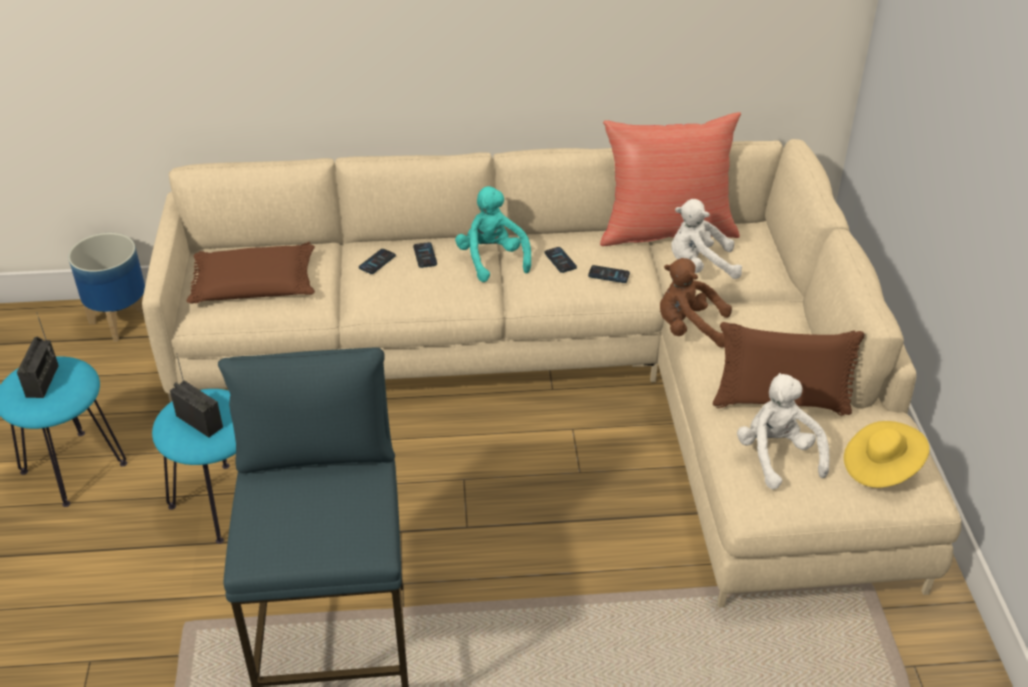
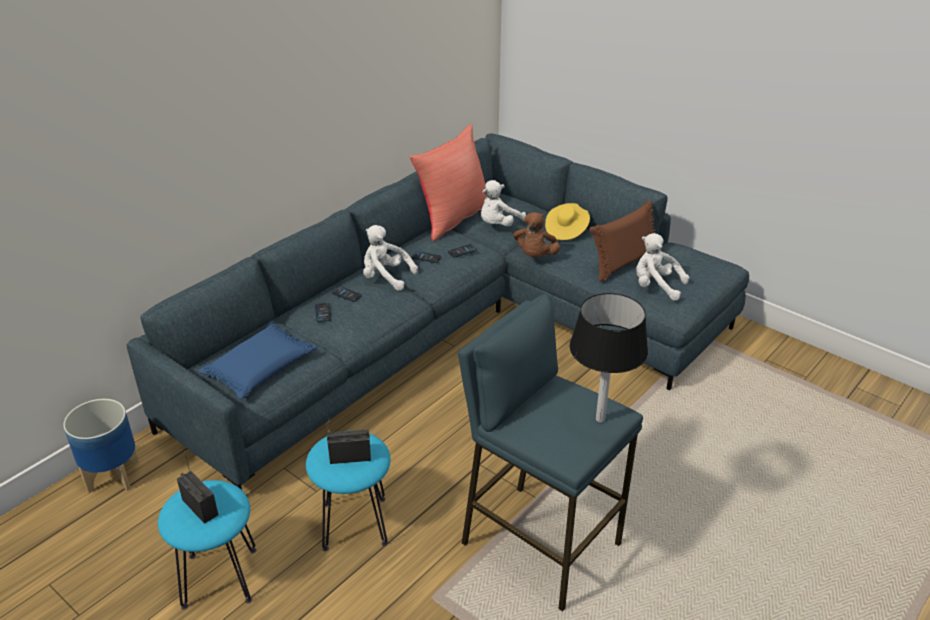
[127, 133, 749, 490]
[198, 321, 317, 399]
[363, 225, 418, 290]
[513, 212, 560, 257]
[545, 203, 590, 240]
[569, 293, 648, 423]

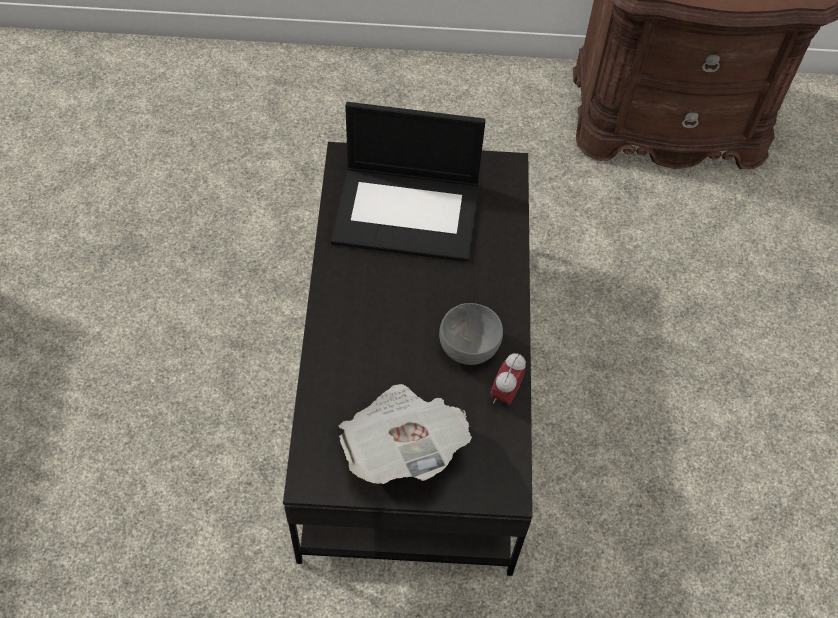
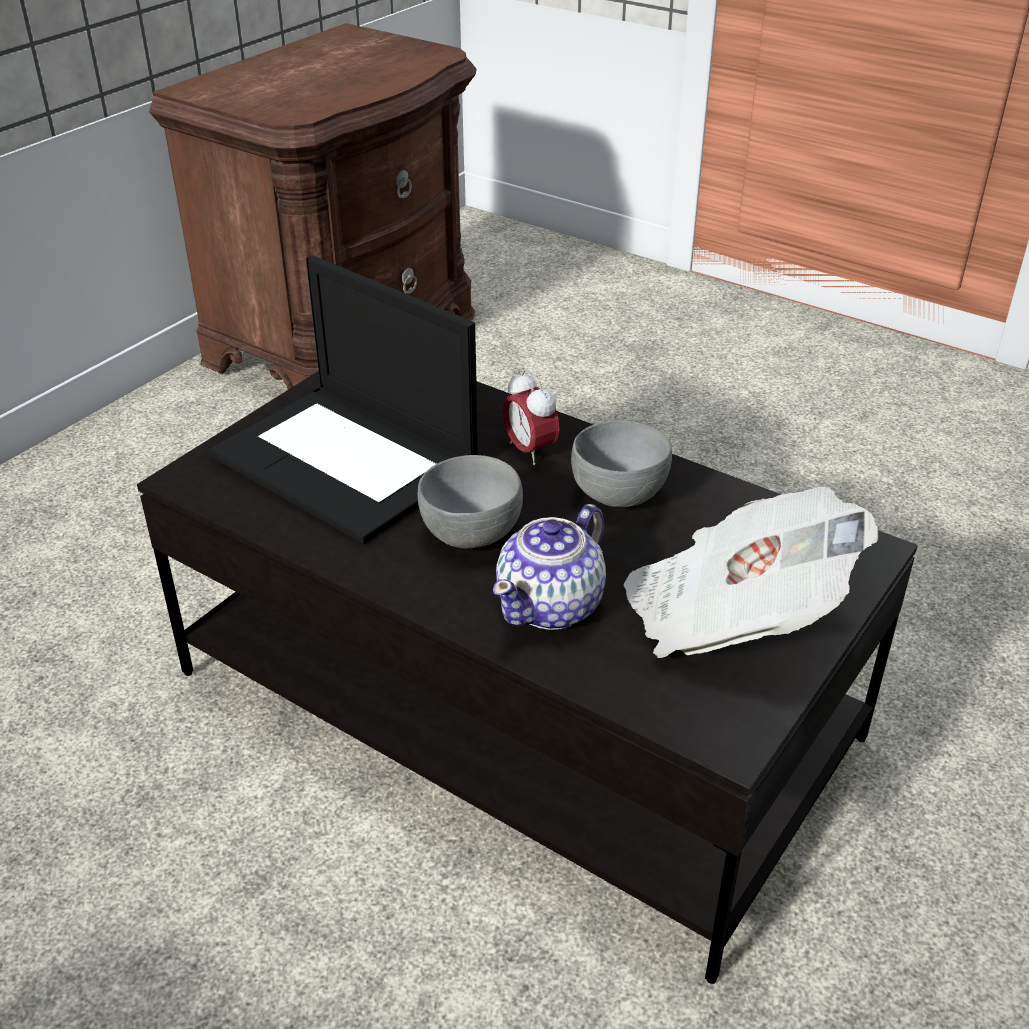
[208, 255, 478, 544]
[503, 369, 560, 465]
[418, 455, 523, 548]
[493, 504, 606, 630]

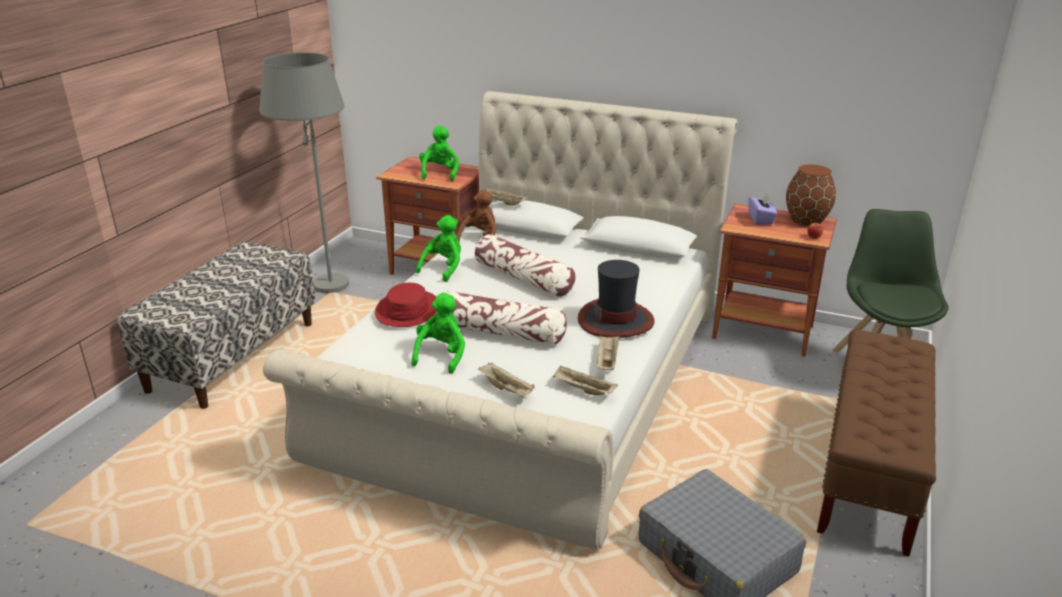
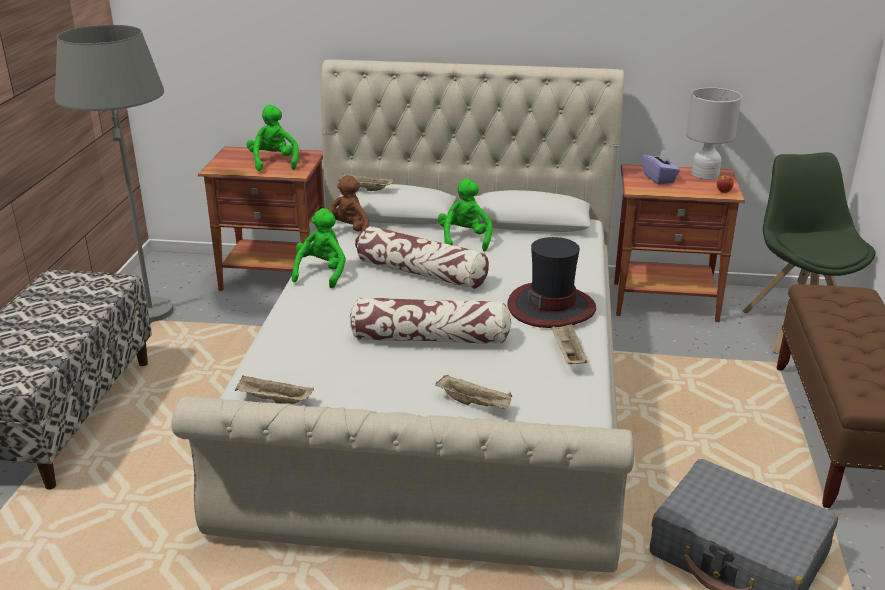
[375, 283, 436, 327] (first image)
[438, 179, 492, 251]
[235, 376, 314, 404]
[686, 87, 742, 179]

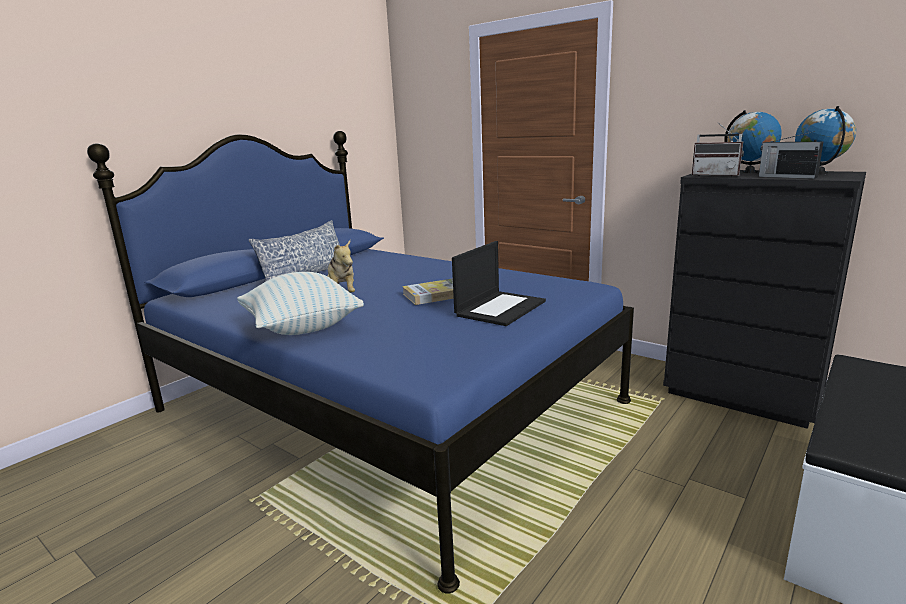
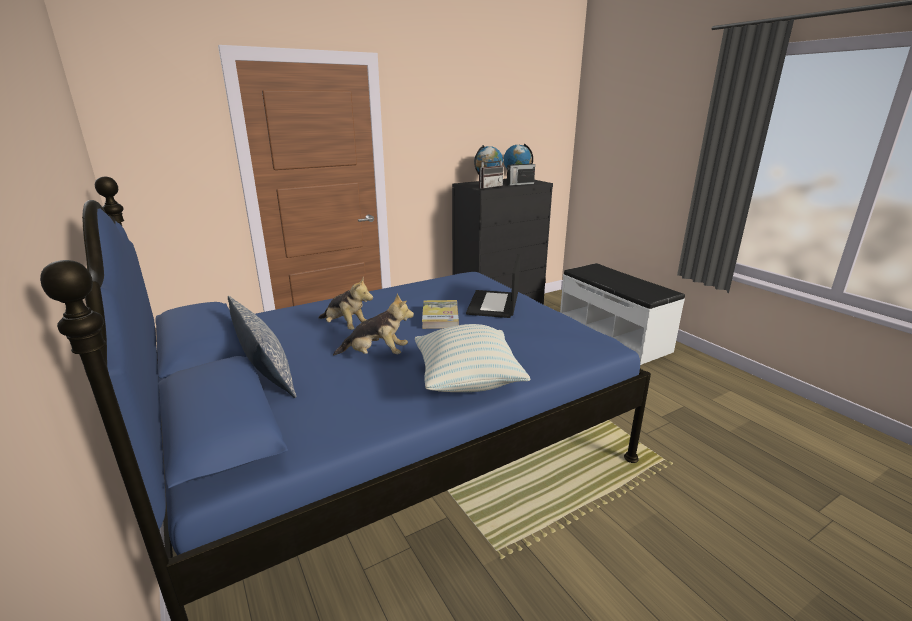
[466, 254, 520, 318]
[319, 277, 373, 330]

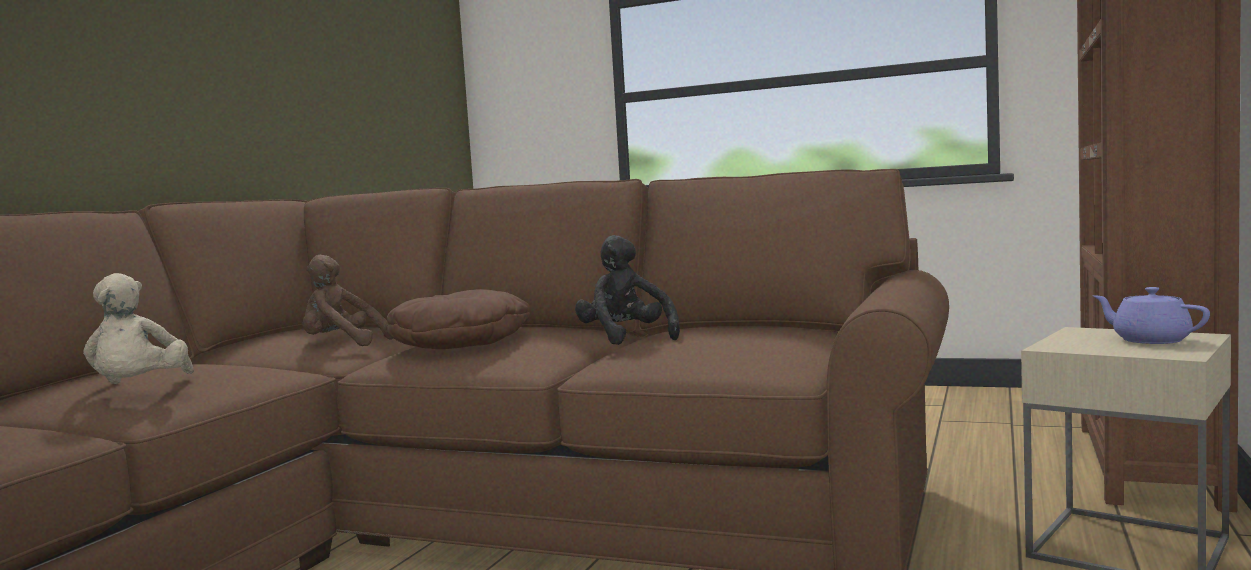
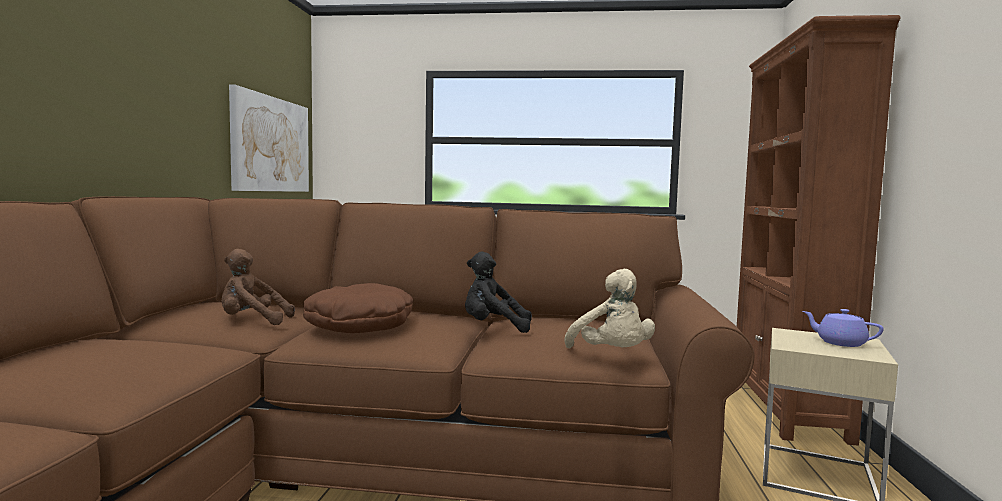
[564, 269, 655, 348]
[465, 252, 532, 333]
[229, 85, 309, 192]

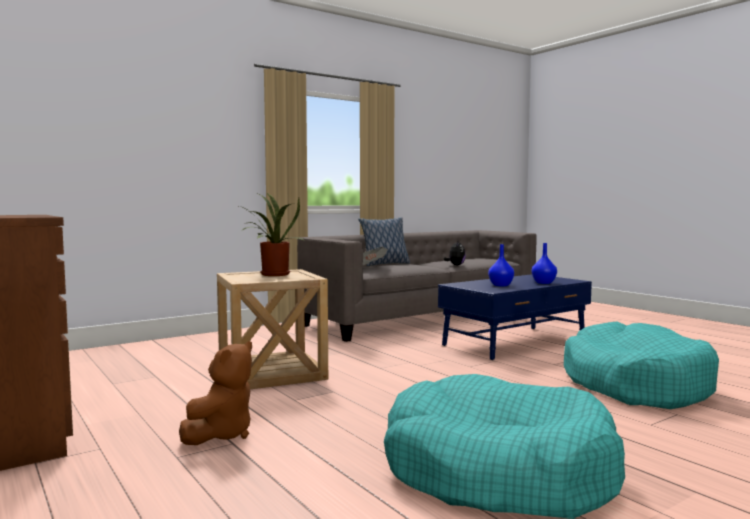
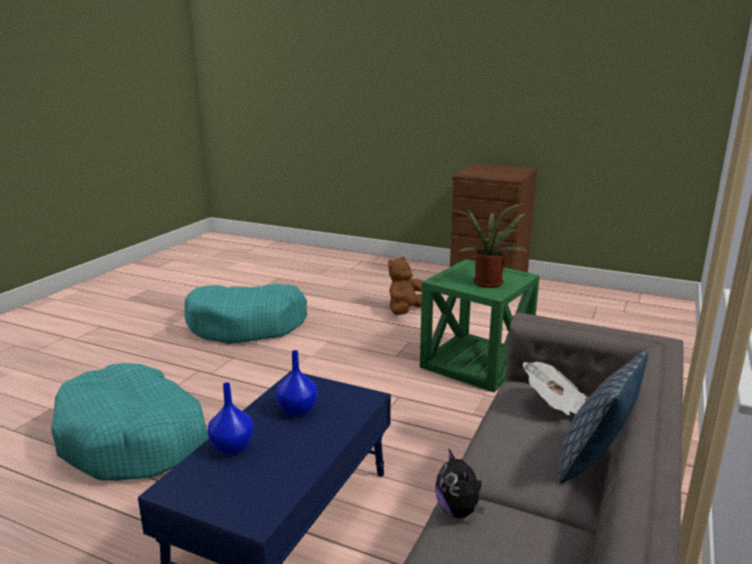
[388, 257, 422, 315]
[420, 259, 540, 392]

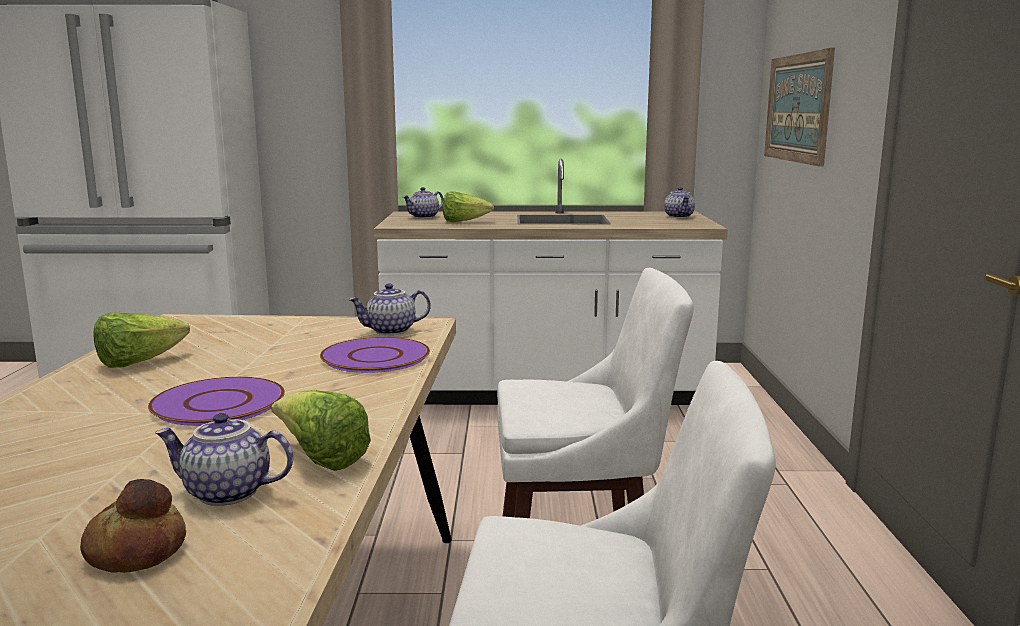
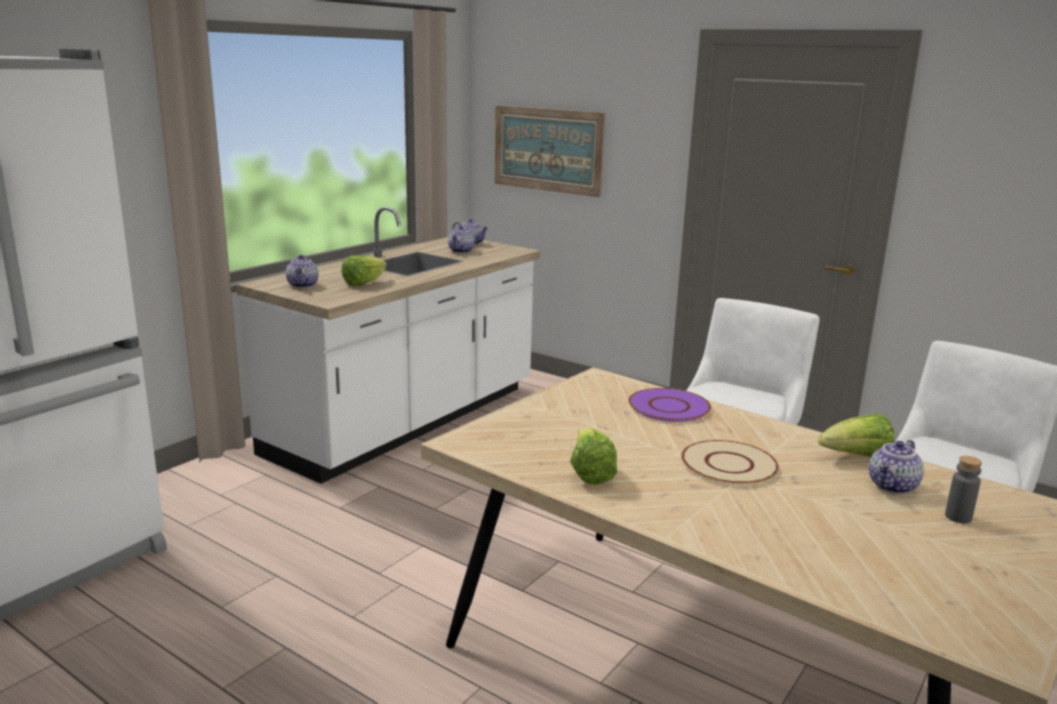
[945, 456, 982, 523]
[681, 440, 779, 485]
[448, 226, 475, 253]

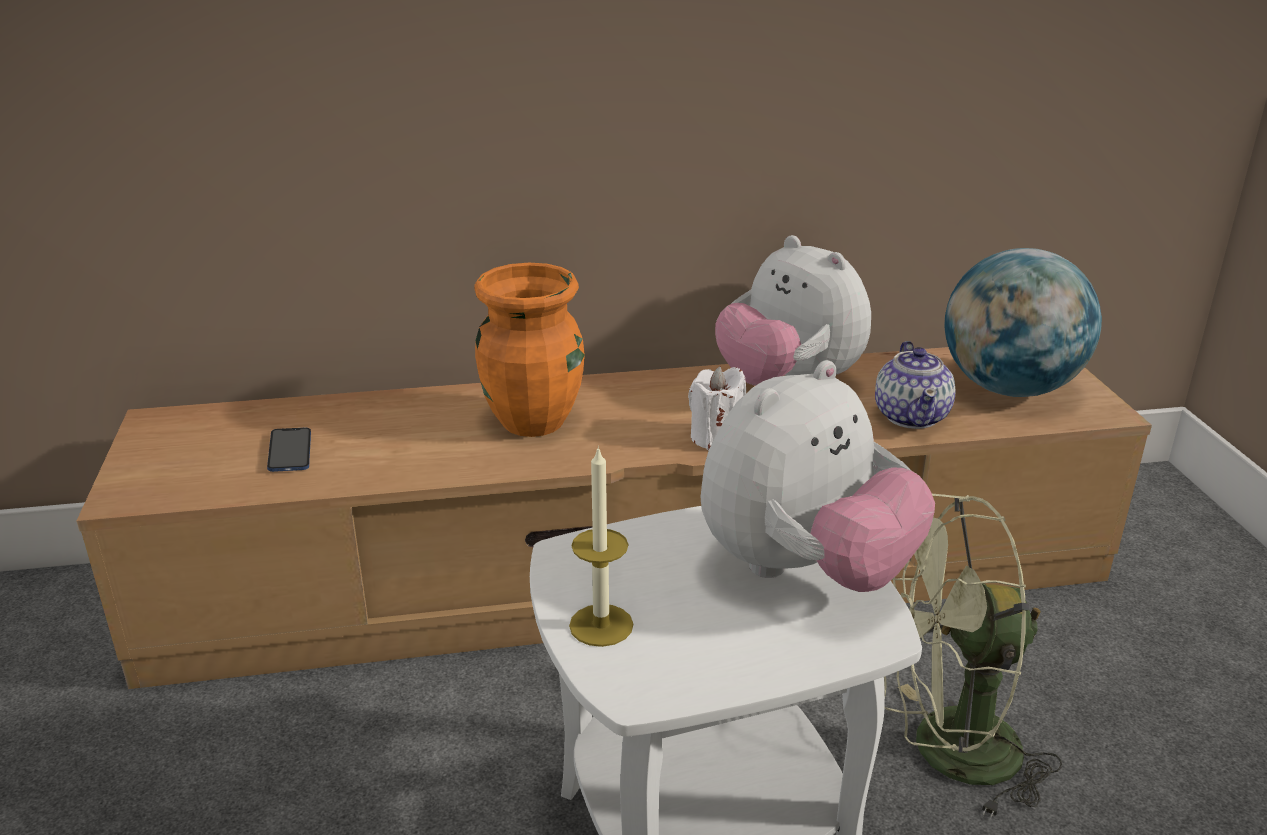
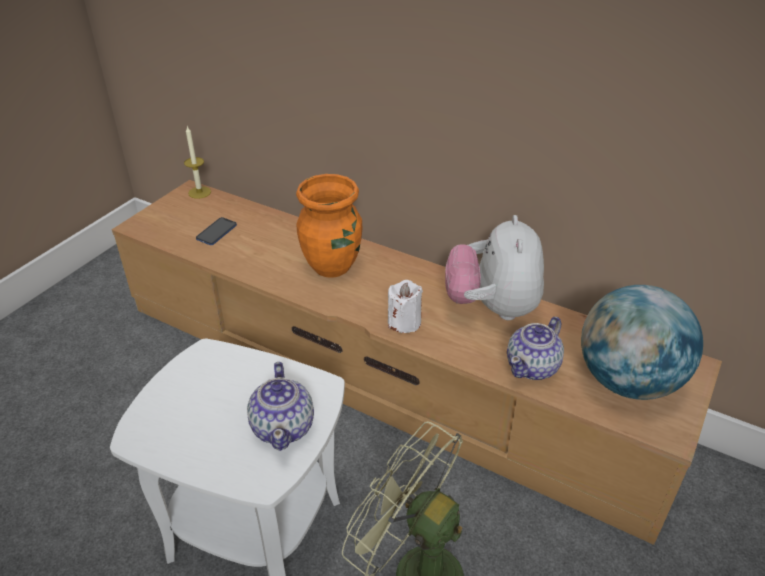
[184, 126, 211, 199]
[247, 362, 314, 451]

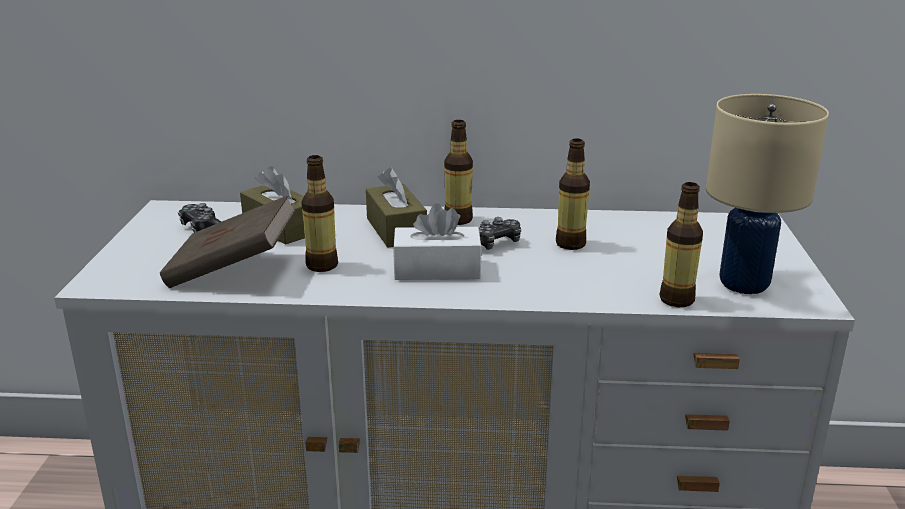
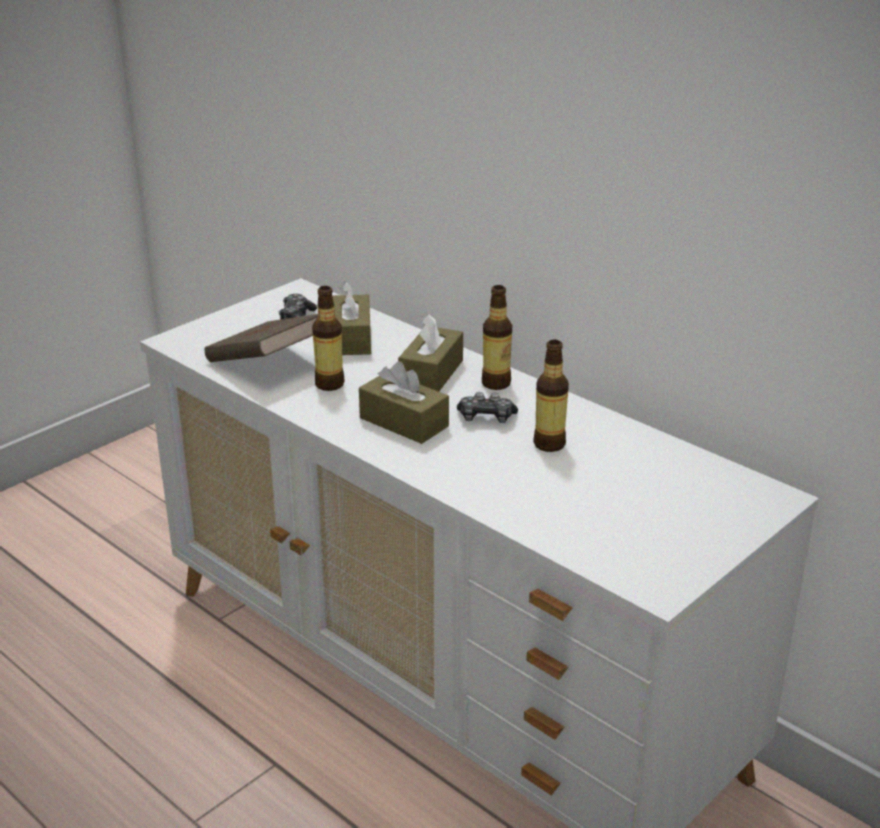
[359, 361, 449, 444]
[660, 182, 703, 307] (first image)
[706, 94, 829, 294] (first image)

